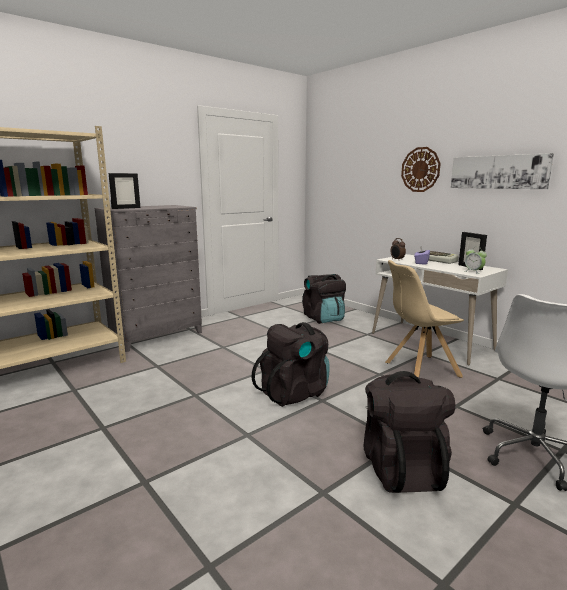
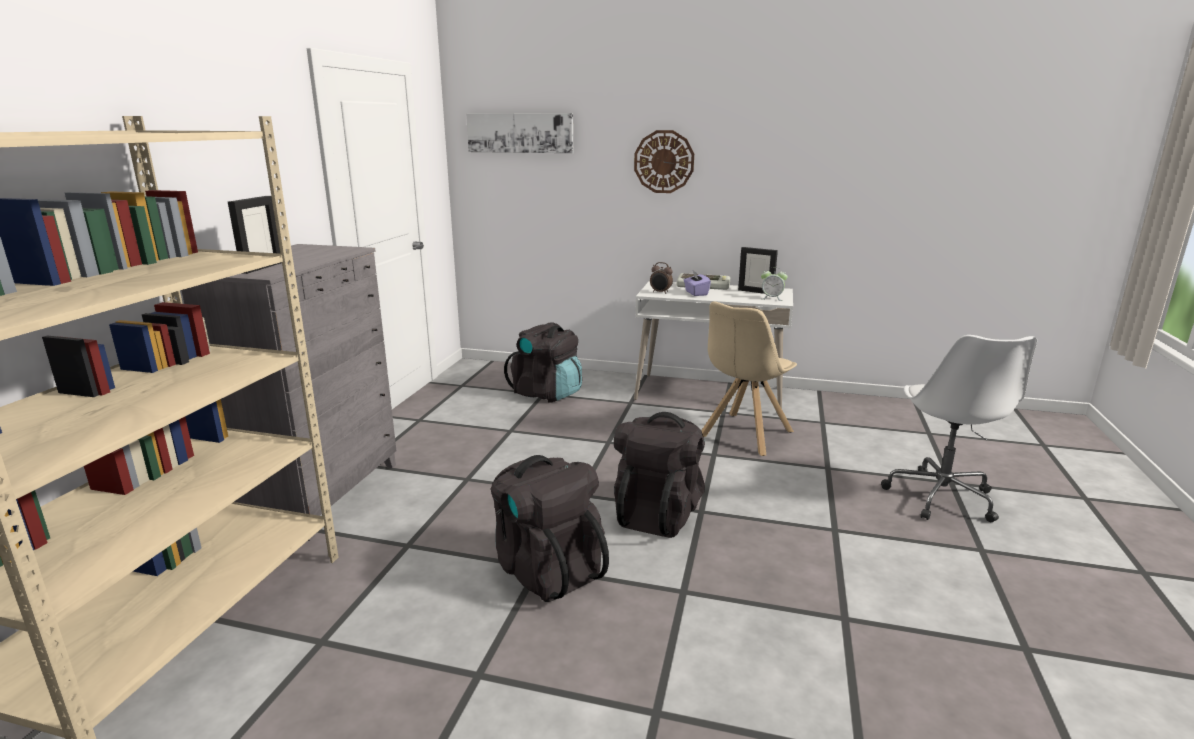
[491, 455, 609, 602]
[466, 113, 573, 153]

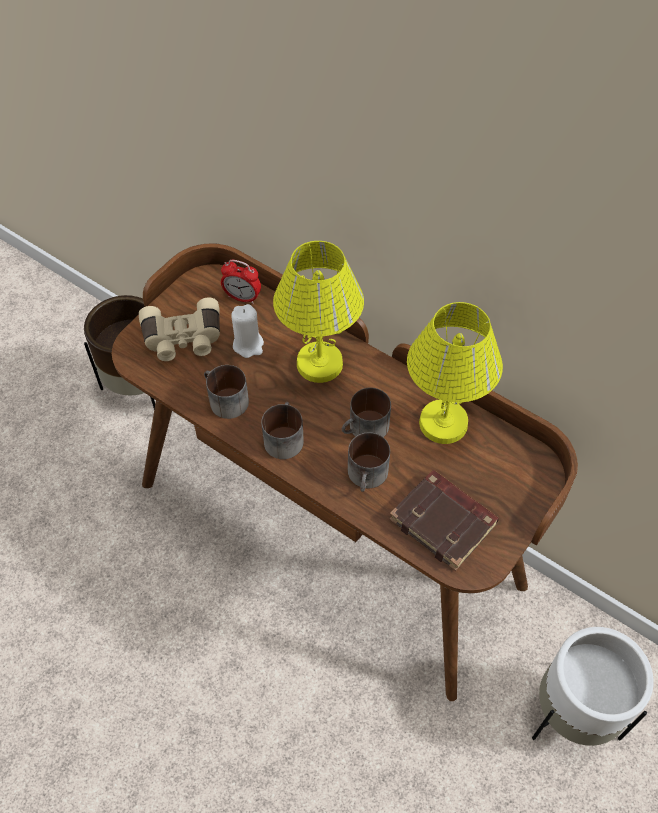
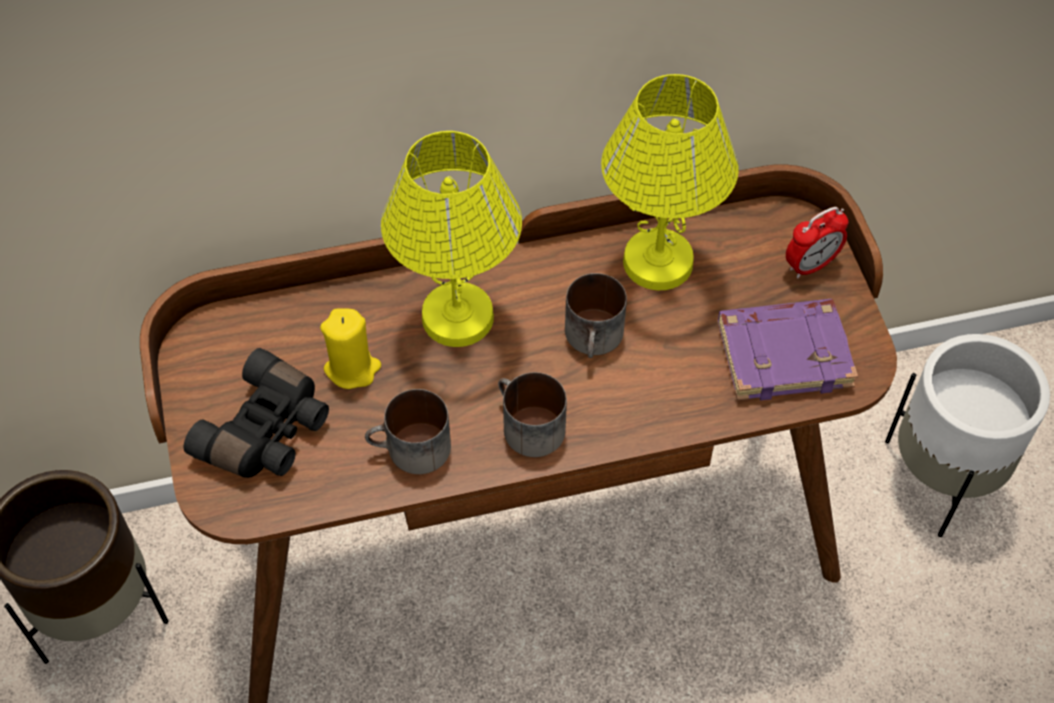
[184, 348, 329, 478]
[786, 207, 849, 279]
[320, 308, 381, 389]
[348, 432, 390, 492] (first image)
[718, 299, 858, 401]

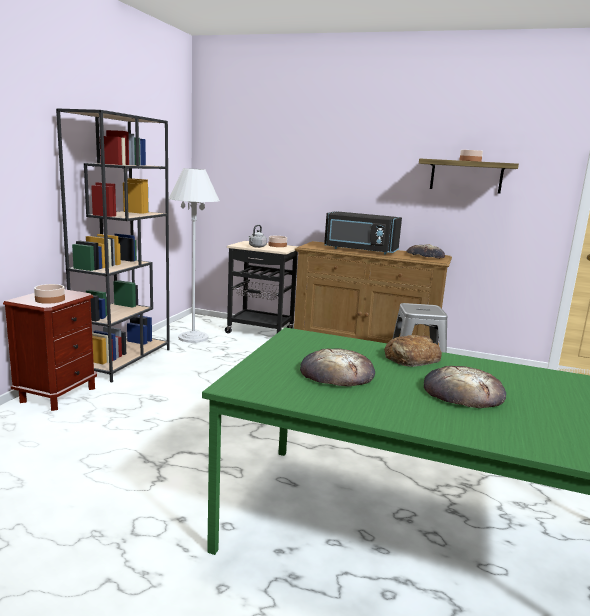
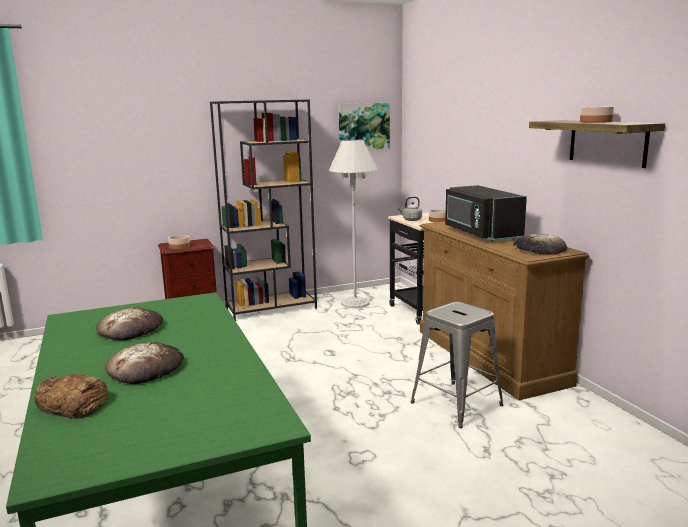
[34, 373, 109, 419]
[339, 103, 390, 150]

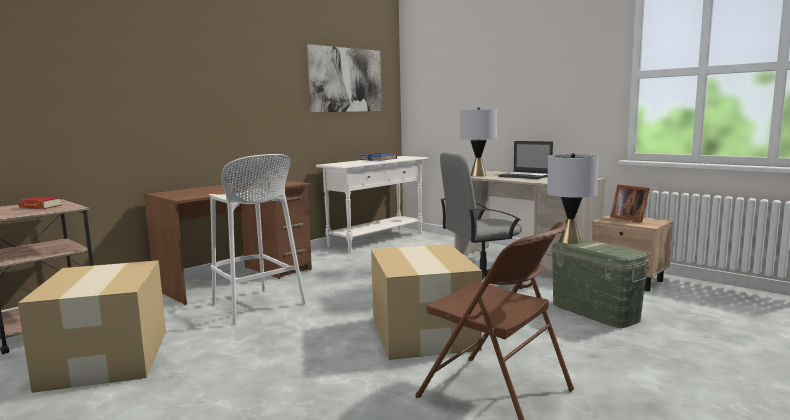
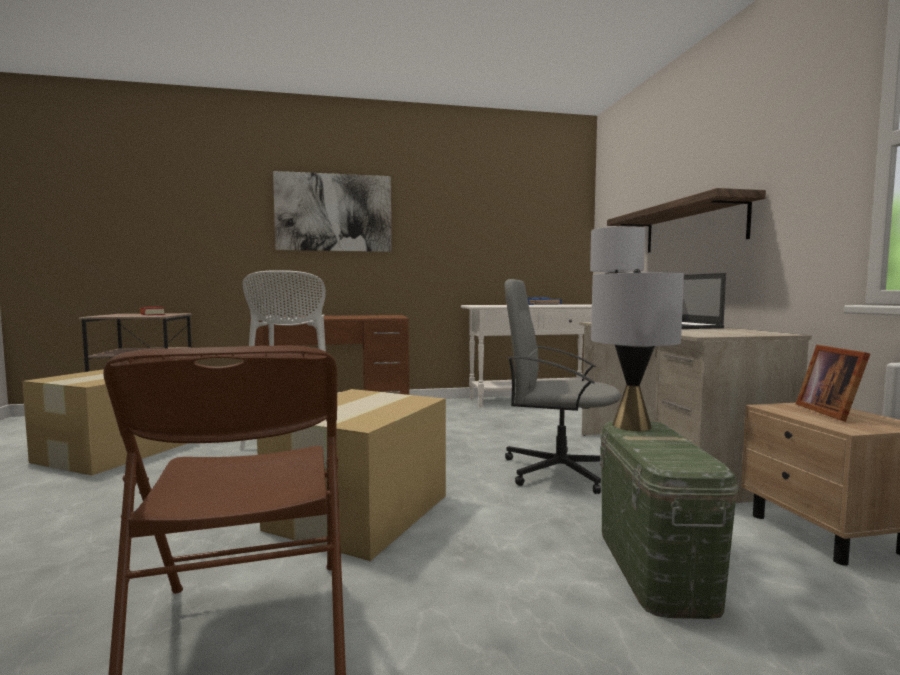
[273, 171, 392, 252]
[607, 188, 766, 253]

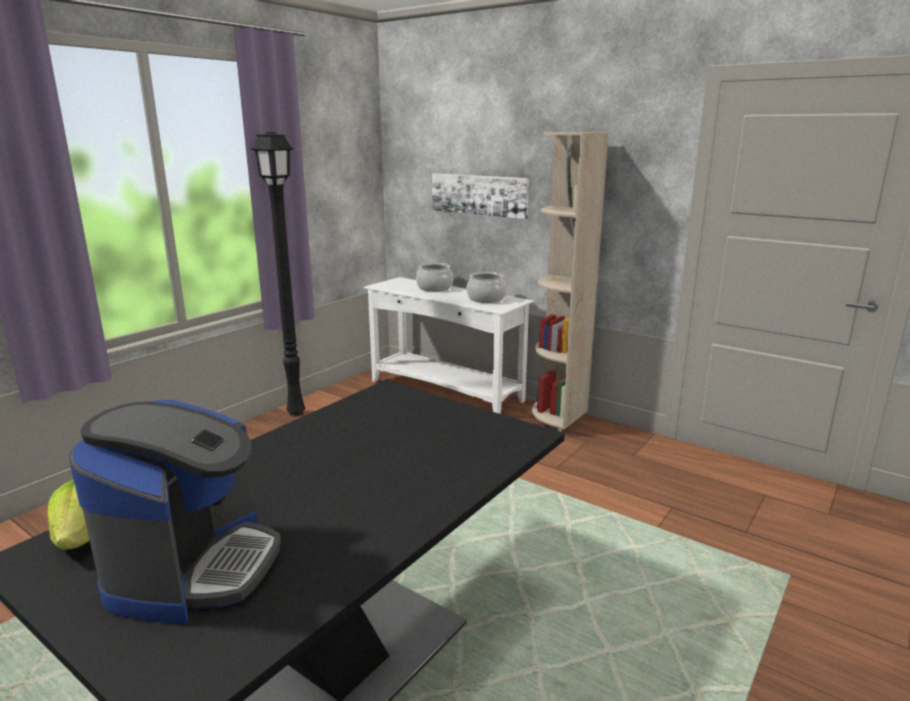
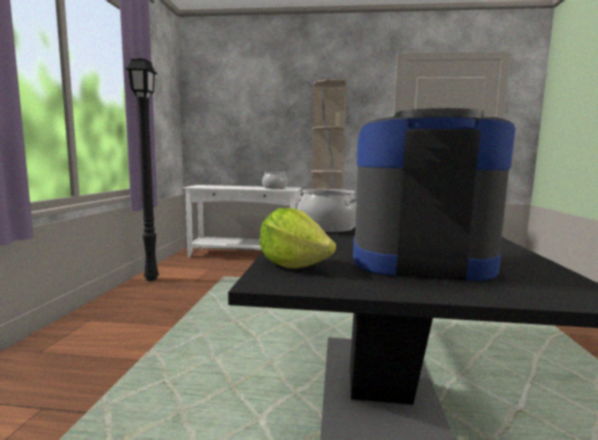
[353, 108, 516, 281]
[297, 189, 357, 232]
[432, 173, 529, 219] (first image)

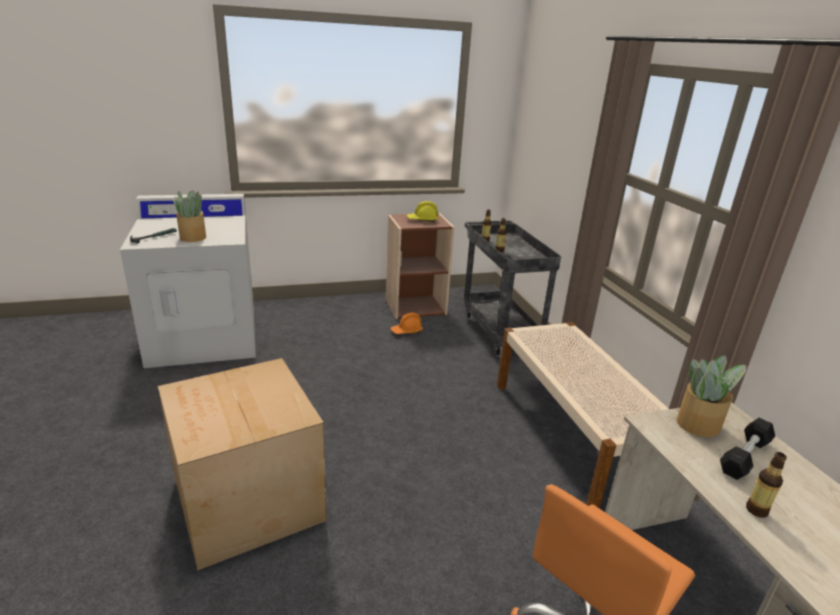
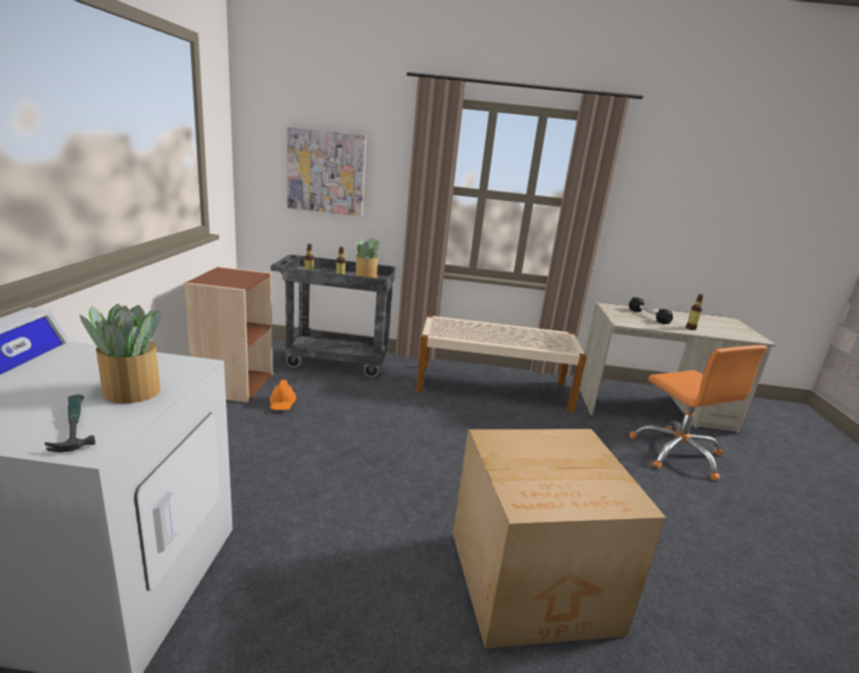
[407, 201, 438, 222] (first image)
[355, 237, 379, 278]
[287, 127, 366, 216]

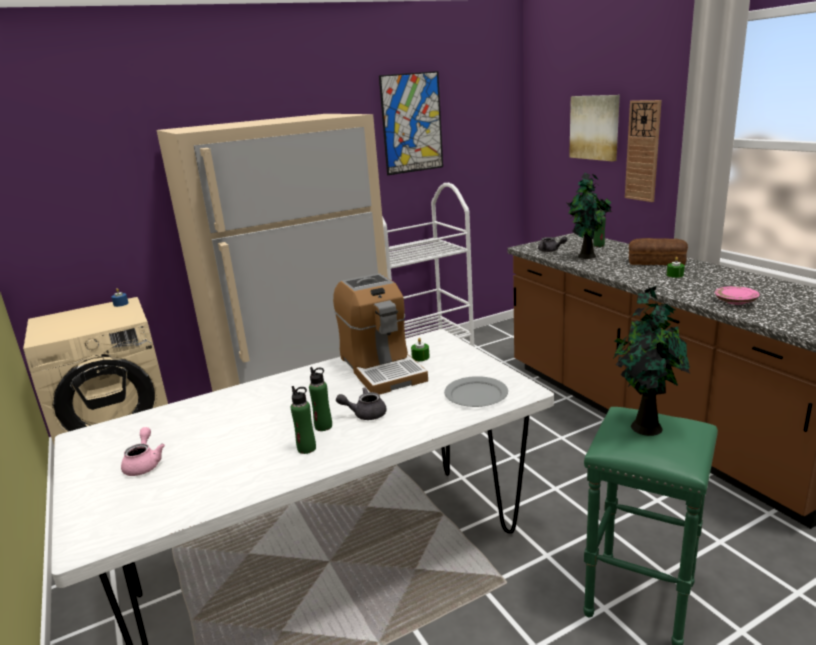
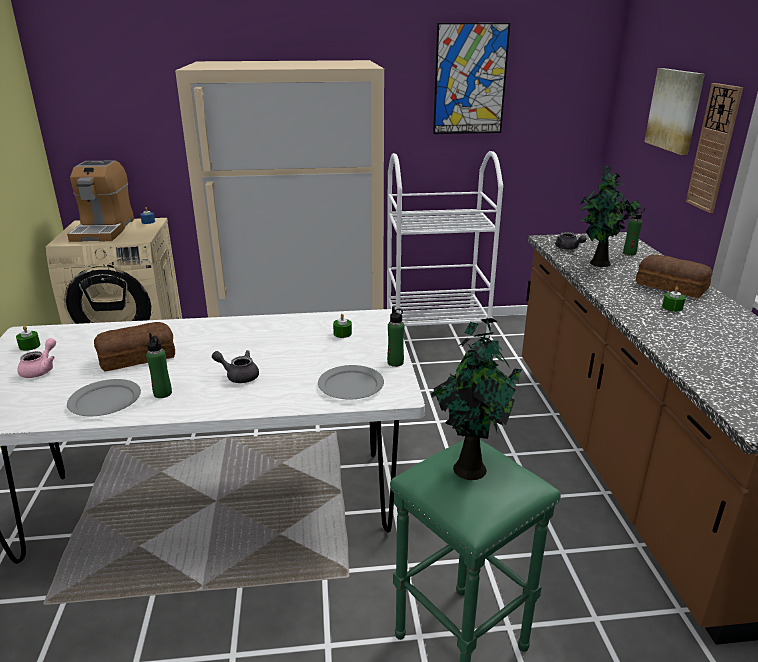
[387, 306, 404, 367]
[67, 161, 134, 242]
[715, 286, 760, 305] (first image)
[16, 326, 40, 351]
[67, 379, 141, 416]
[94, 322, 175, 372]

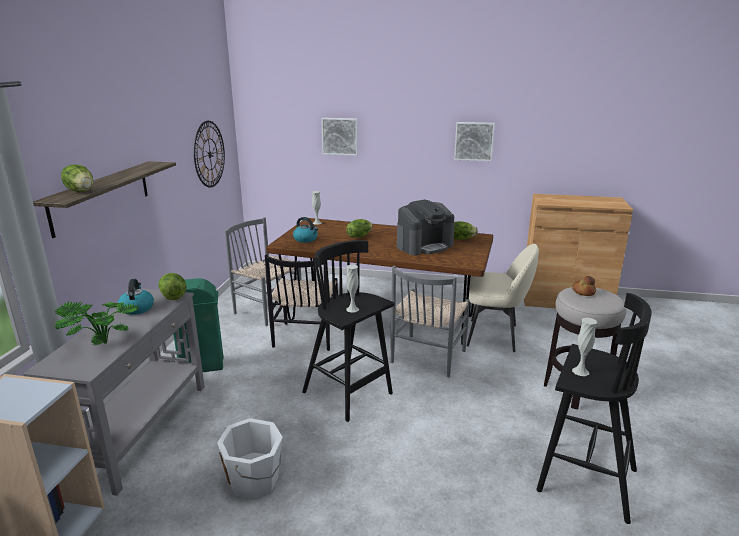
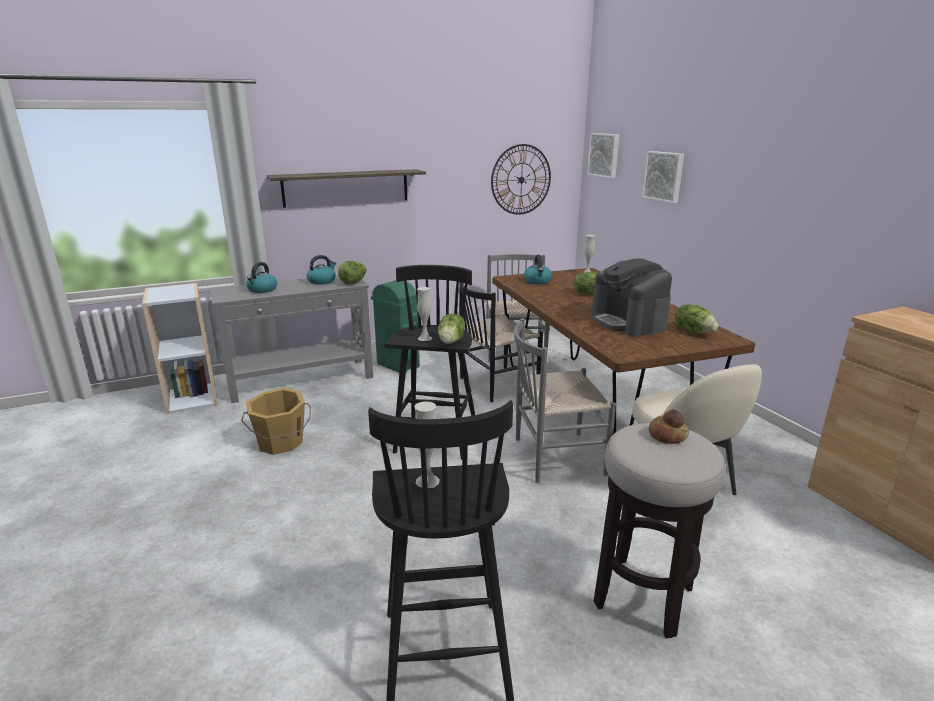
[246, 262, 277, 293]
[438, 314, 465, 344]
[241, 388, 311, 455]
[592, 258, 672, 336]
[587, 133, 620, 178]

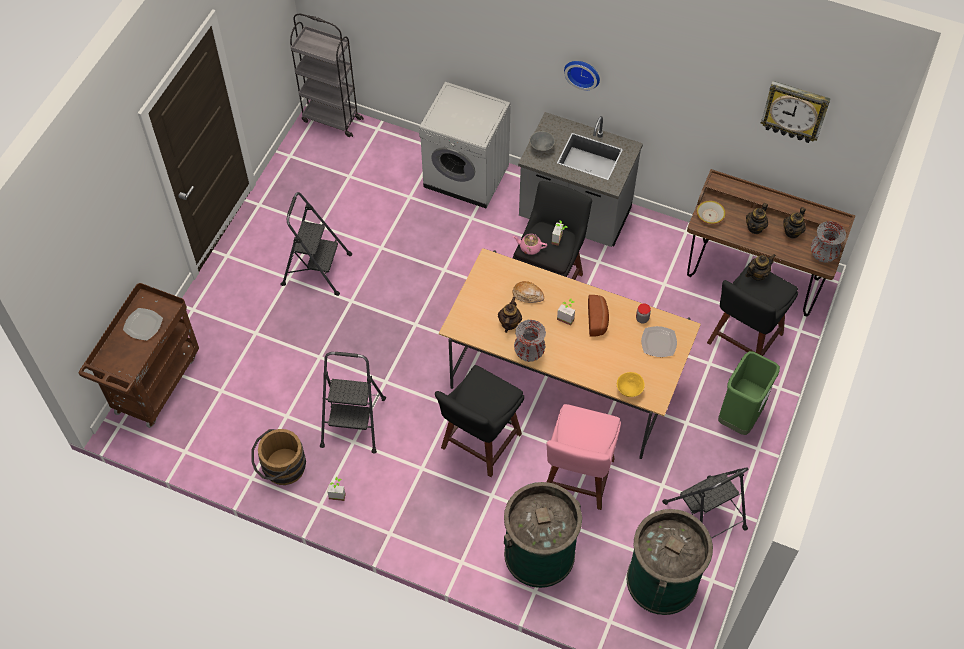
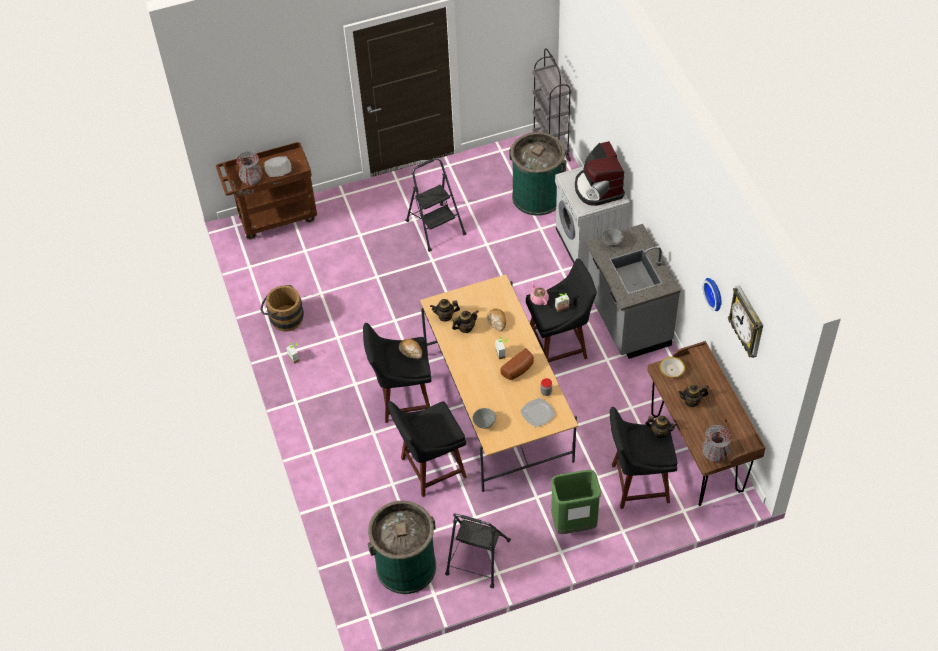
[320, 352, 386, 454] (first image)
[509, 132, 566, 216]
[236, 151, 262, 185]
[388, 401, 467, 497]
[703, 278, 722, 311]
[472, 408, 496, 429]
[430, 299, 460, 322]
[399, 339, 422, 359]
[575, 141, 625, 206]

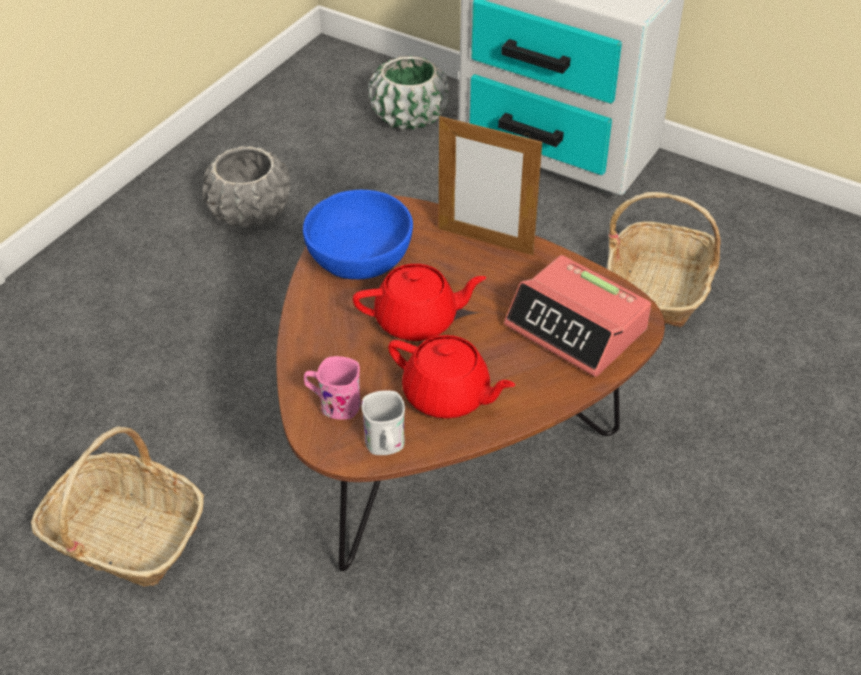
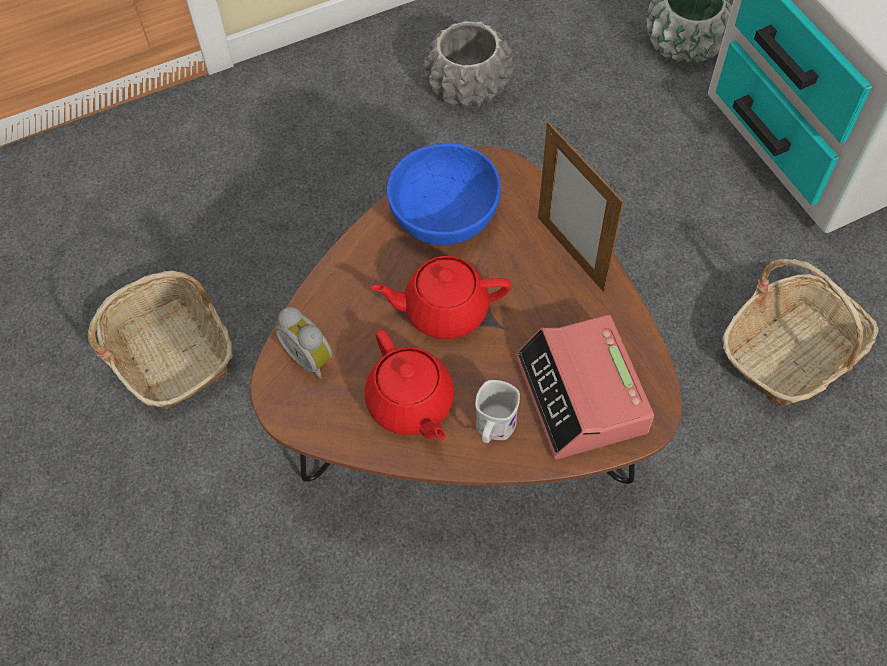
[276, 307, 332, 379]
[371, 256, 511, 339]
[475, 380, 520, 443]

